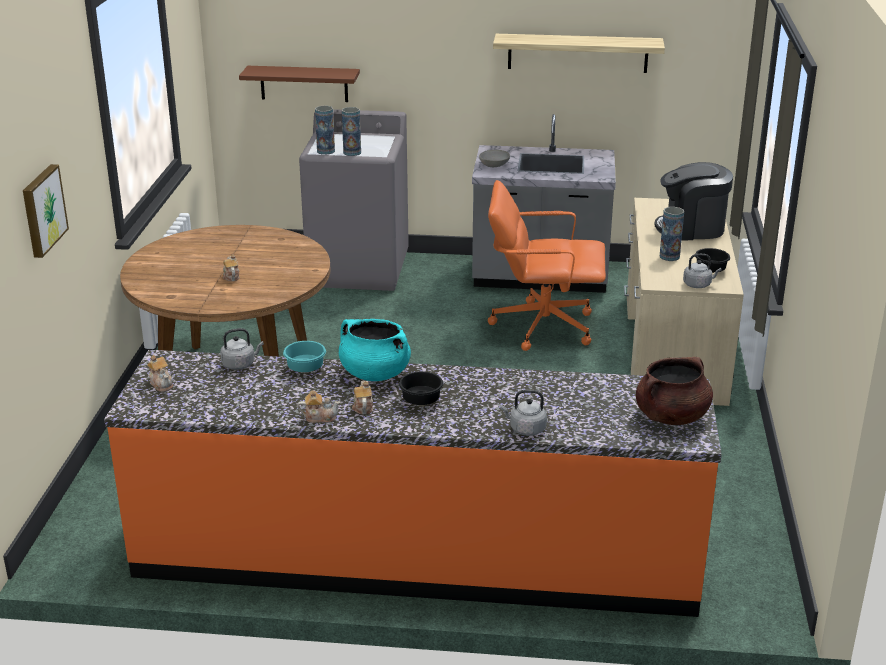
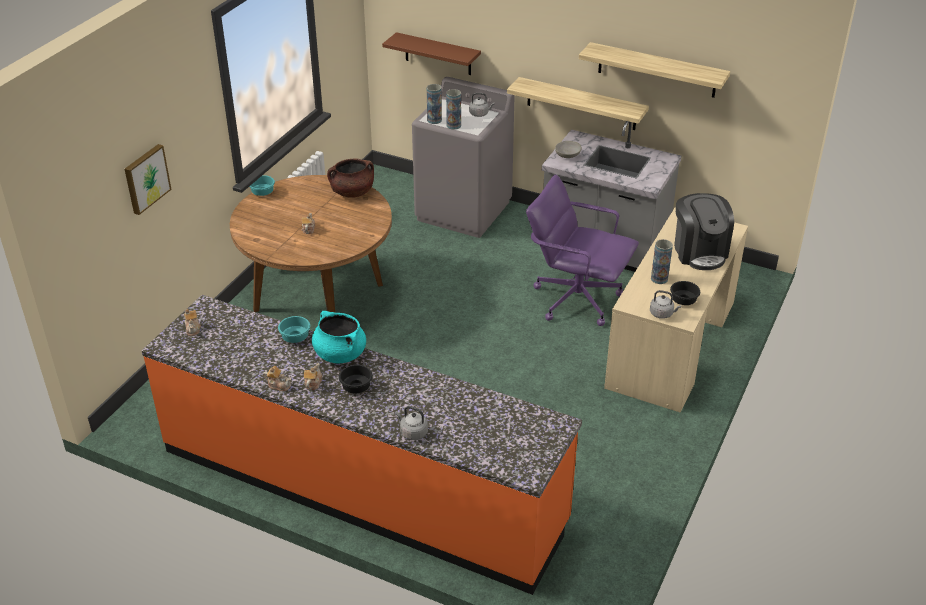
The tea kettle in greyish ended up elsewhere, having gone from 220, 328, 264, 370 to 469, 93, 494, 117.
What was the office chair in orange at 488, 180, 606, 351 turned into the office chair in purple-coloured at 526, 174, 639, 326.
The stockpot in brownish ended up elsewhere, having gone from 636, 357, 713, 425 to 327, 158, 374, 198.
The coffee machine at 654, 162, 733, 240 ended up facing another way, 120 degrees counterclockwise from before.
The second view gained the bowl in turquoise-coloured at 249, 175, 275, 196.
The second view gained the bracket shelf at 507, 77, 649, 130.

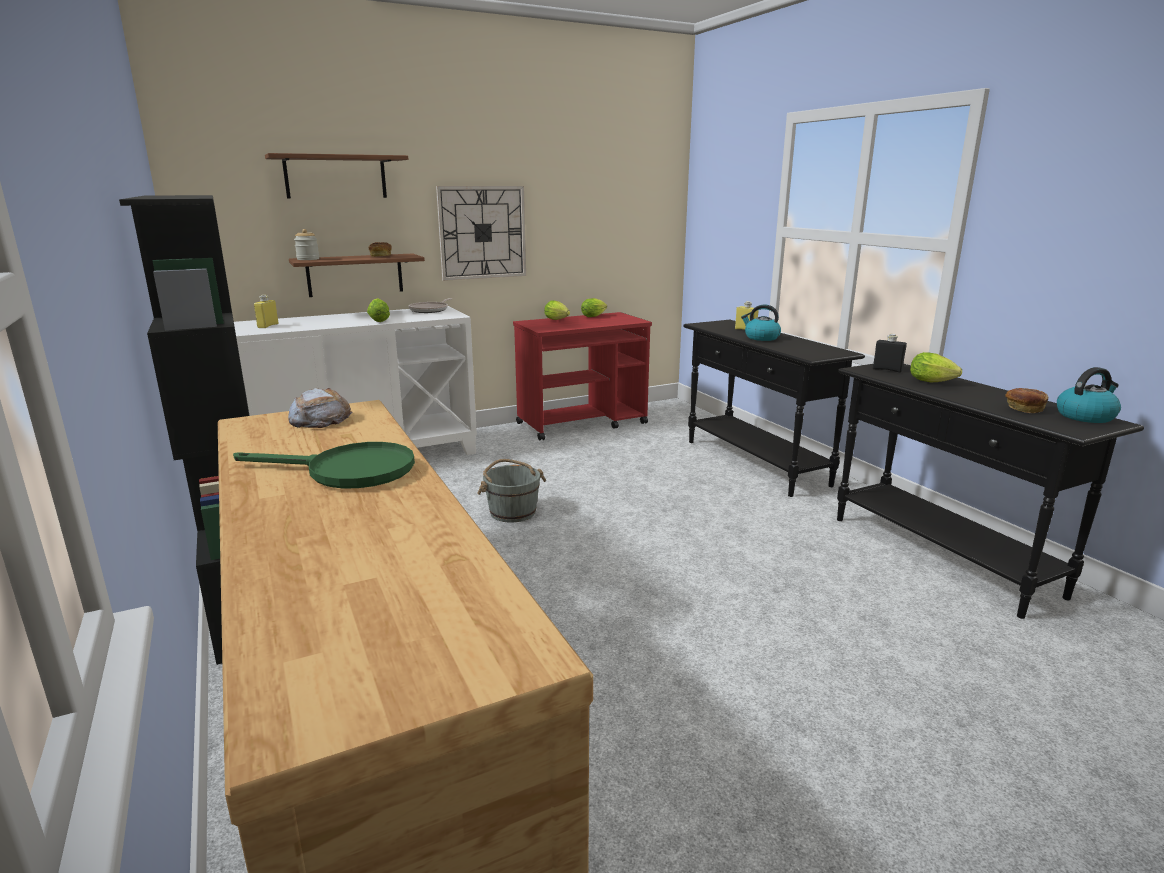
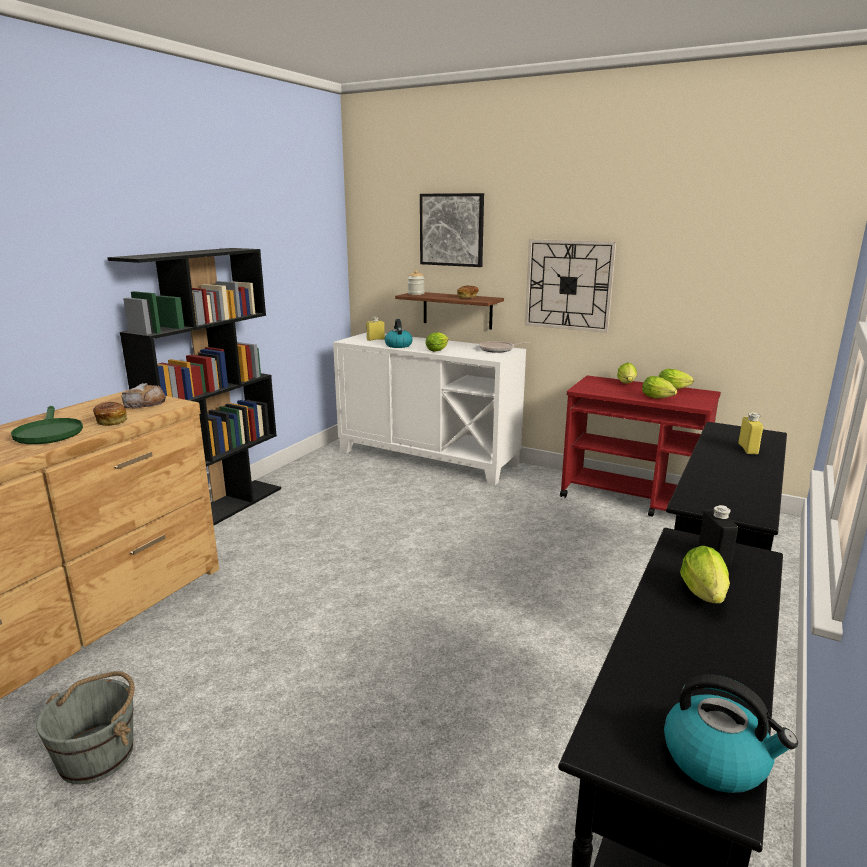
Where the bracket shelf hung at 265, 153, 408, 198, the picture came to hang at 420, 193, 484, 267.
The pail in greyish ended up elsewhere, having gone from 477, 459, 546, 523 to 36, 671, 135, 785.
The tea kettle ended up elsewhere, having gone from 741, 305, 781, 341 to 385, 319, 413, 348.
The bakery bread ended up elsewhere, having gone from 1005, 388, 1048, 413 to 93, 402, 128, 426.
The second view gained the lettuce at 642, 376, 677, 399.

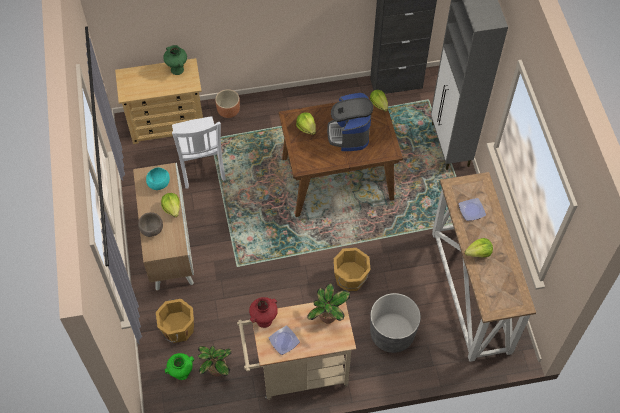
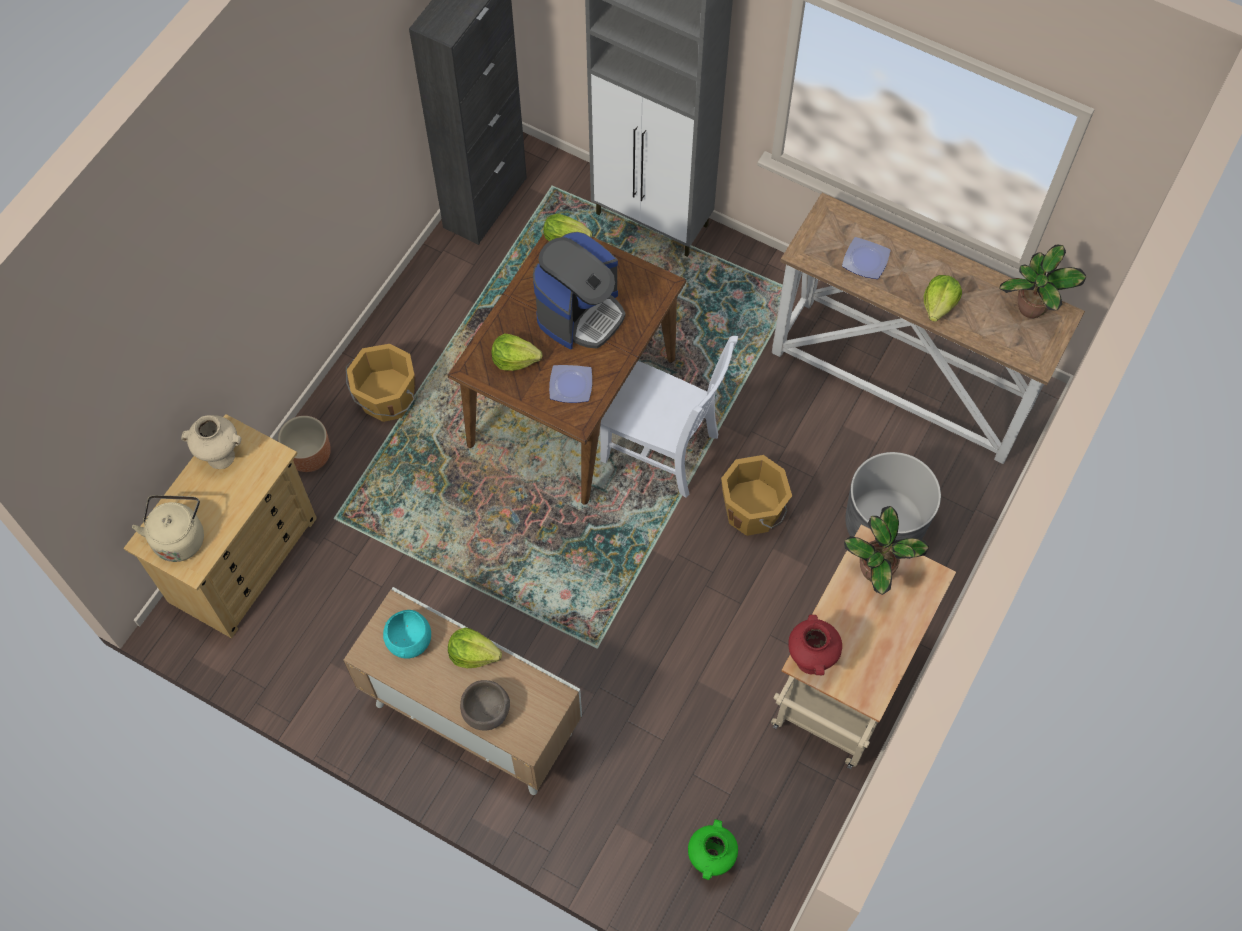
The pail in orange ended up elsewhere, having gone from 156, 299, 194, 343 to 346, 344, 415, 422.
What was the vase in greenish at 163, 45, 187, 75 turned into the vase in sand-coloured at 181, 415, 242, 469.
The chair in white-coloured ended up elsewhere, having gone from 172, 116, 226, 189 to 600, 336, 738, 498.
The potted plant ended up elsewhere, having gone from 198, 346, 232, 376 to 999, 245, 1087, 318.
The dinner plate ended up elsewhere, having gone from 269, 325, 300, 355 to 549, 365, 592, 403.
The coffee machine at 327, 93, 373, 151 ended up facing another way, 90 degrees counterclockwise from before.
The second view gained the tea kettle in sand-coloured at 132, 495, 204, 562.

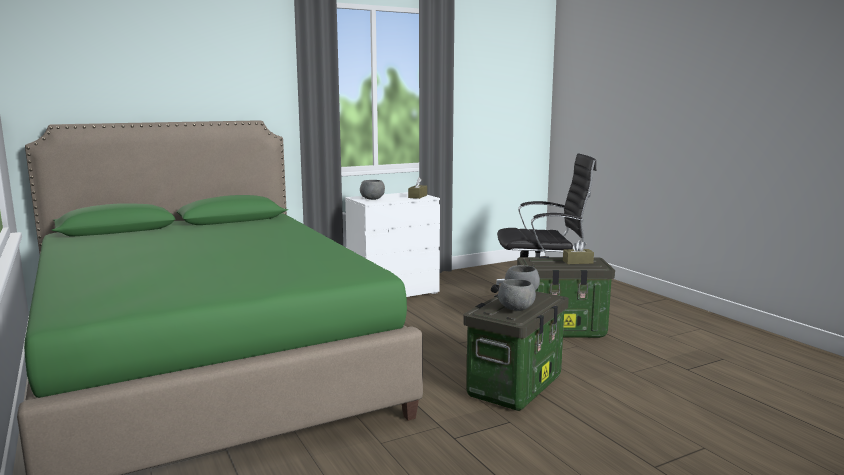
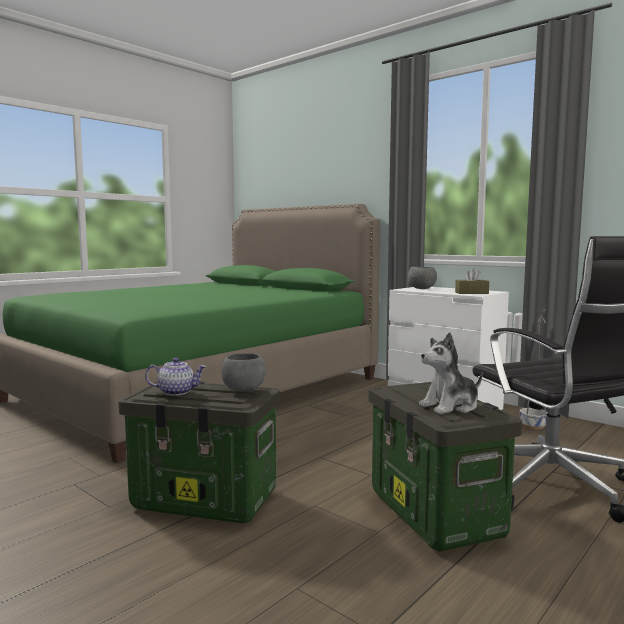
Where the bowl in greyish stood at 498, 279, 536, 311, the tea pot came to stand at 145, 358, 206, 396.
Where the tissue holder in brownish stood at 563, 240, 594, 264, the soft toy came to stand at 419, 332, 483, 414.
The second view gained the plant pot in greyish at 519, 307, 548, 429.

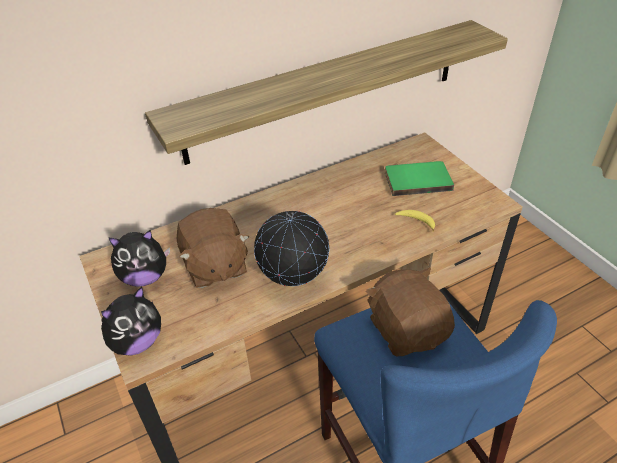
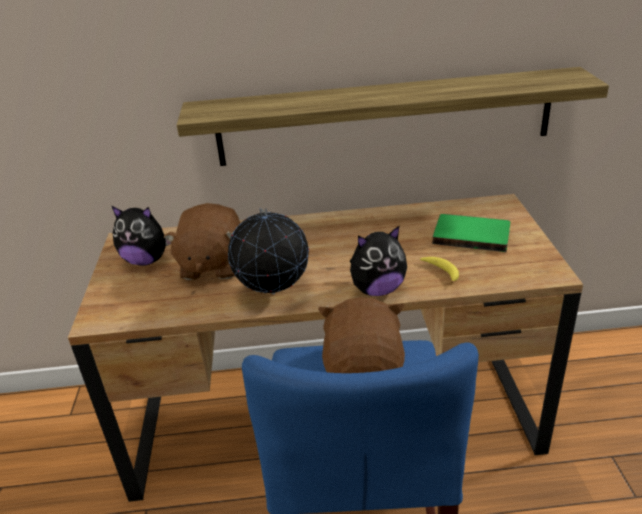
The soft toy ended up elsewhere, having gone from 101, 286, 161, 356 to 350, 226, 407, 296.

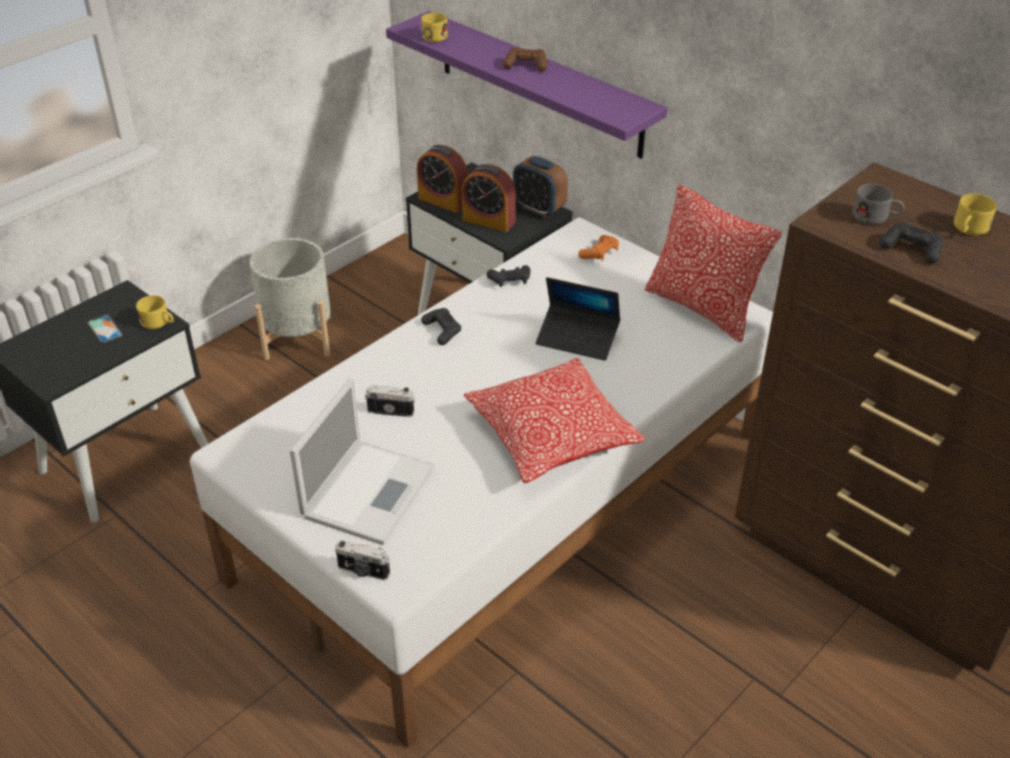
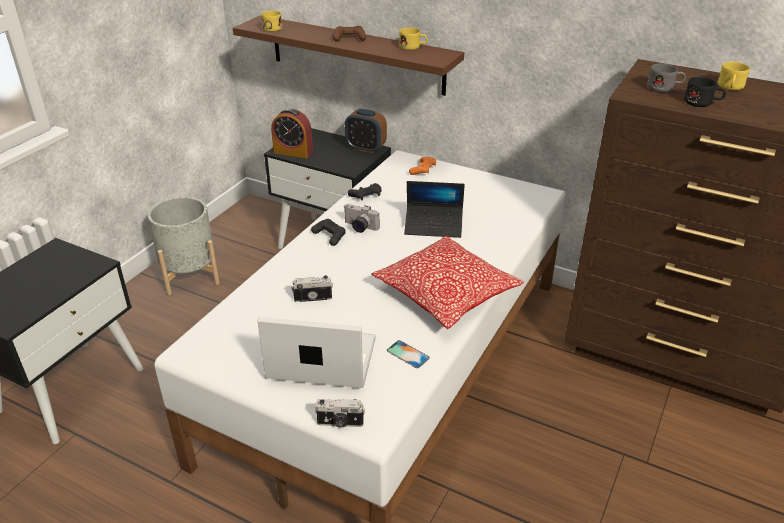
The handset ended up elsewhere, having gone from 88, 315, 122, 343 to 387, 340, 430, 368.
The tea mug in yellowish ended up elsewhere, having gone from 136, 295, 174, 329 to 399, 28, 428, 50.
The portable computer at 290, 378, 436, 545 ended up facing another way, 90 degrees counterclockwise from before.
What was the bracket shelf in purple-coloured at 386, 11, 667, 159 turned into the bracket shelf in brownish at 233, 16, 464, 96.
The second view lost the bedside clock at 462, 164, 516, 232.
The second view lost the throw pillow at 645, 184, 782, 343.
Where the game controller in black stood at 880, 222, 943, 264, the tea mug in black came to stand at 684, 77, 726, 107.
The second view gained the photo camera at 344, 204, 379, 233.

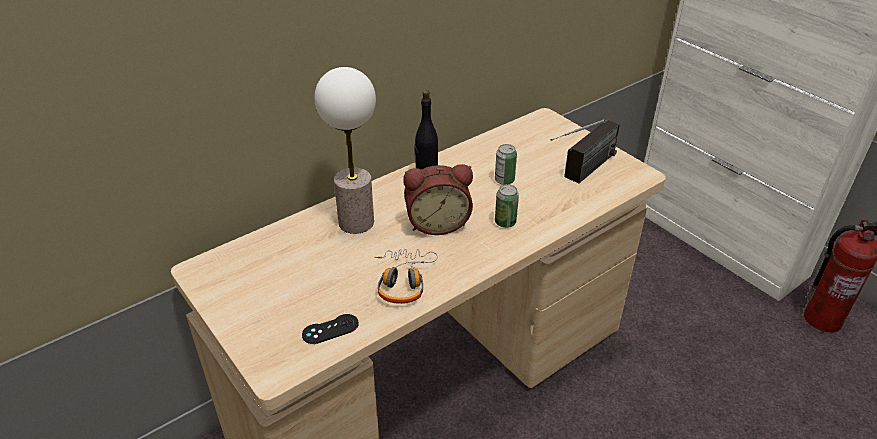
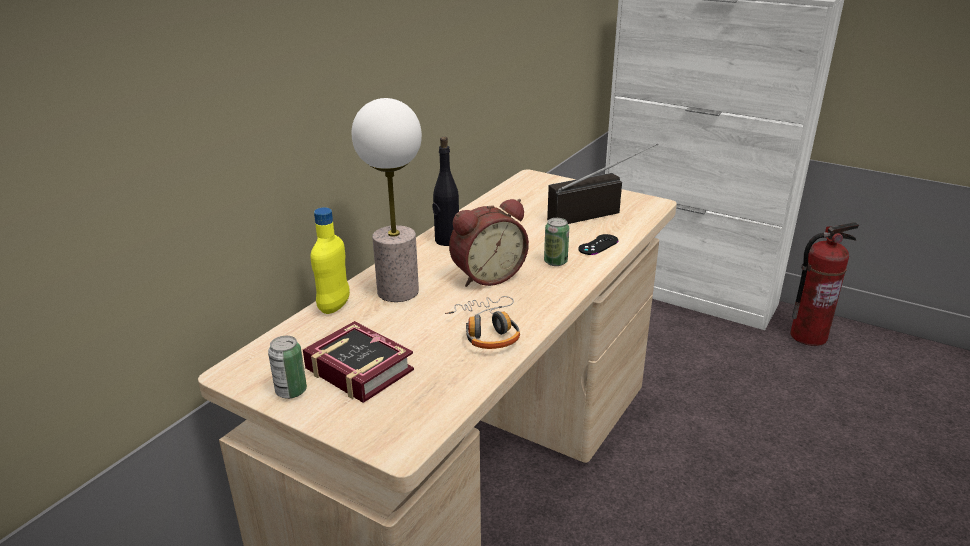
The game controller in black ended up elsewhere, having gone from 302, 314, 359, 344 to 578, 234, 619, 255.
The metal can ended up elsewhere, having gone from 495, 144, 517, 185 to 268, 336, 307, 399.
The radio at 551, 119, 620, 183 ended up facing another way, 135 degrees counterclockwise from before.
The second view gained the volume at 303, 321, 414, 403.
The second view gained the drink bottle in yellowish at 311, 207, 350, 314.

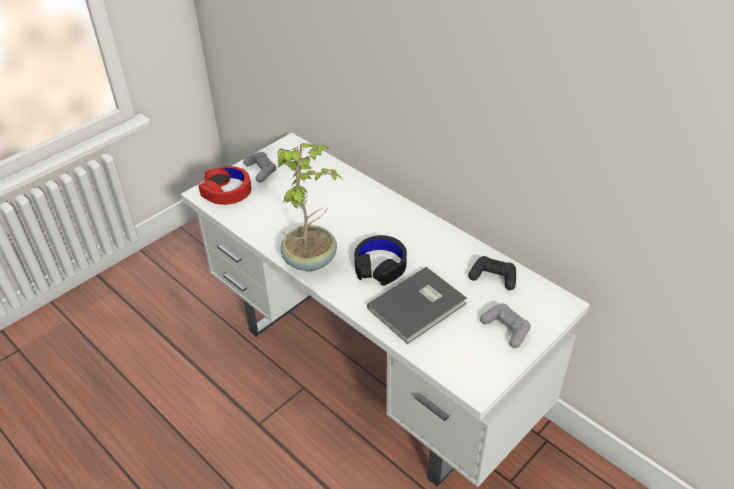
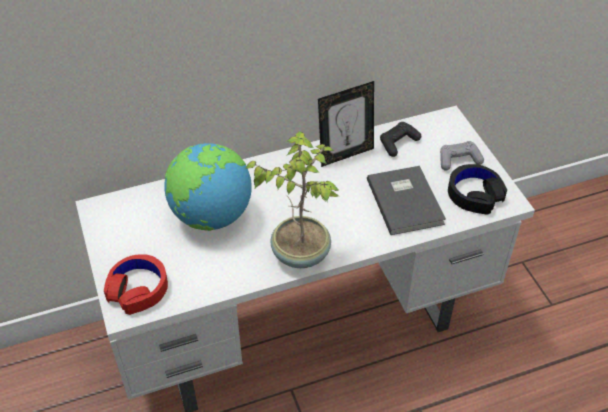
The second view lost the game controller in greyish at 243, 152, 276, 183.
The headphones in black ended up elsewhere, having gone from 354, 235, 407, 286 to 448, 164, 507, 215.
The second view gained the world globe at 164, 143, 252, 231.
The second view gained the standing frame at 318, 81, 374, 167.

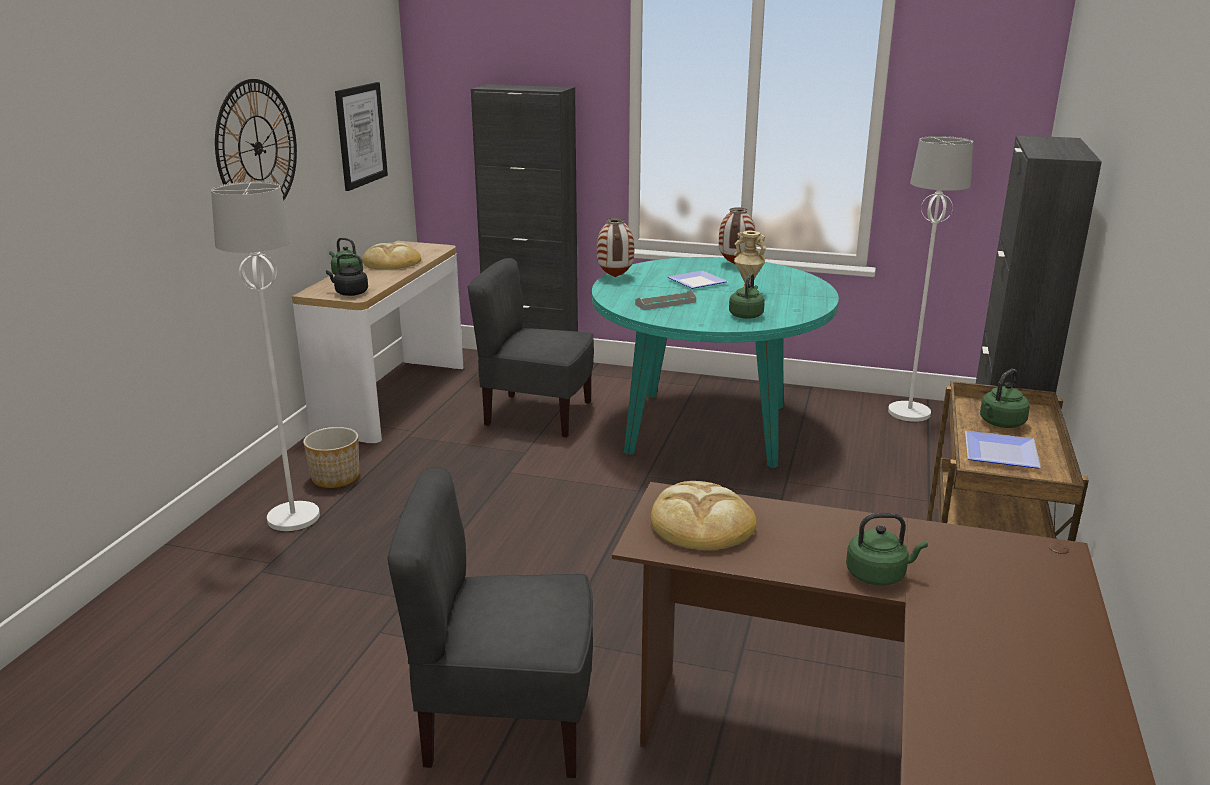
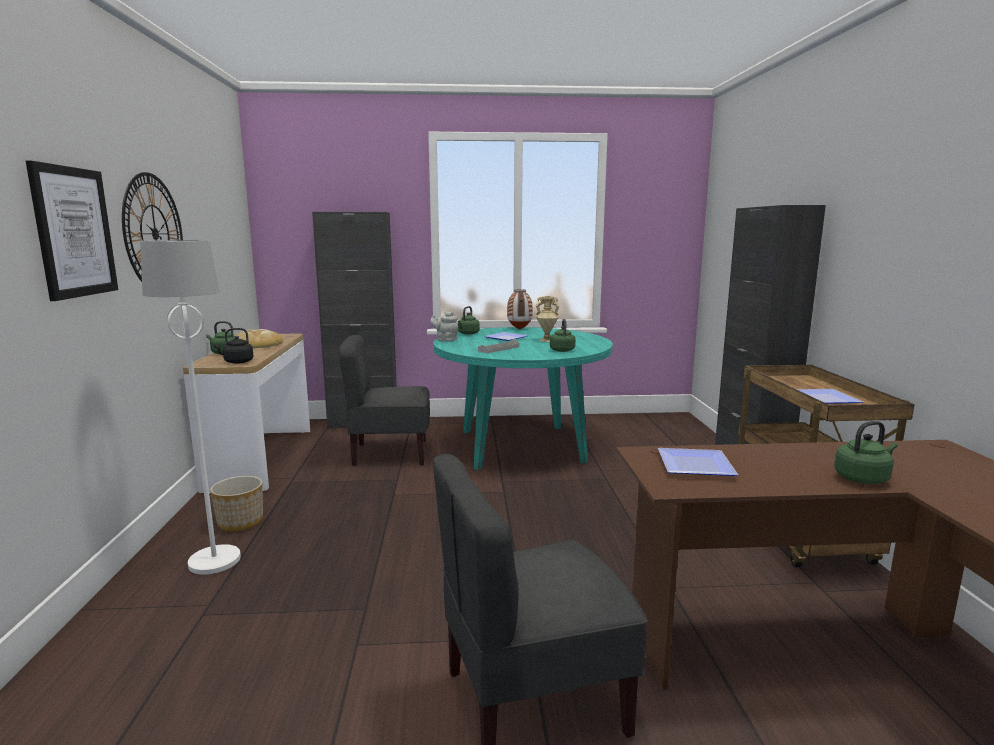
The picture ended up elsewhere, having gone from 335, 82, 388, 191 to 26, 160, 118, 301.
Where the vase stood at 597, 218, 634, 277, the tea pot in greyish came to stand at 430, 311, 458, 342.
Where the bakery bread stood at 651, 481, 757, 550, the dinner plate came to stand at 658, 448, 738, 476.
The second view lost the standard lamp in white-coloured at 888, 136, 973, 422.
The tea kettle in greenish ended up elsewhere, having gone from 980, 369, 1030, 428 to 458, 306, 480, 335.

